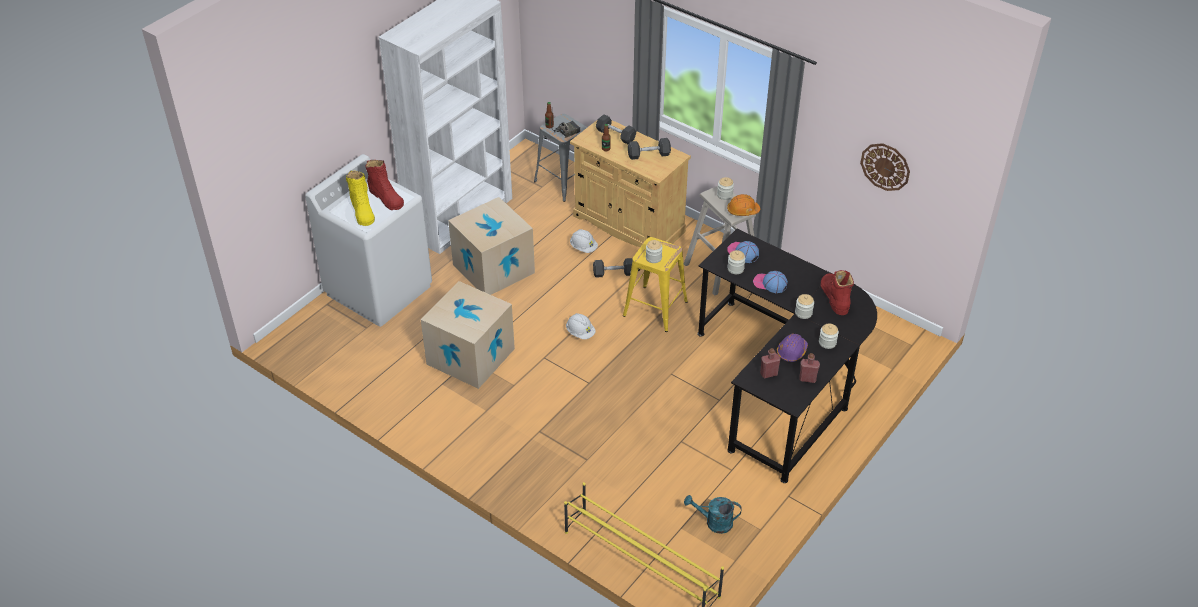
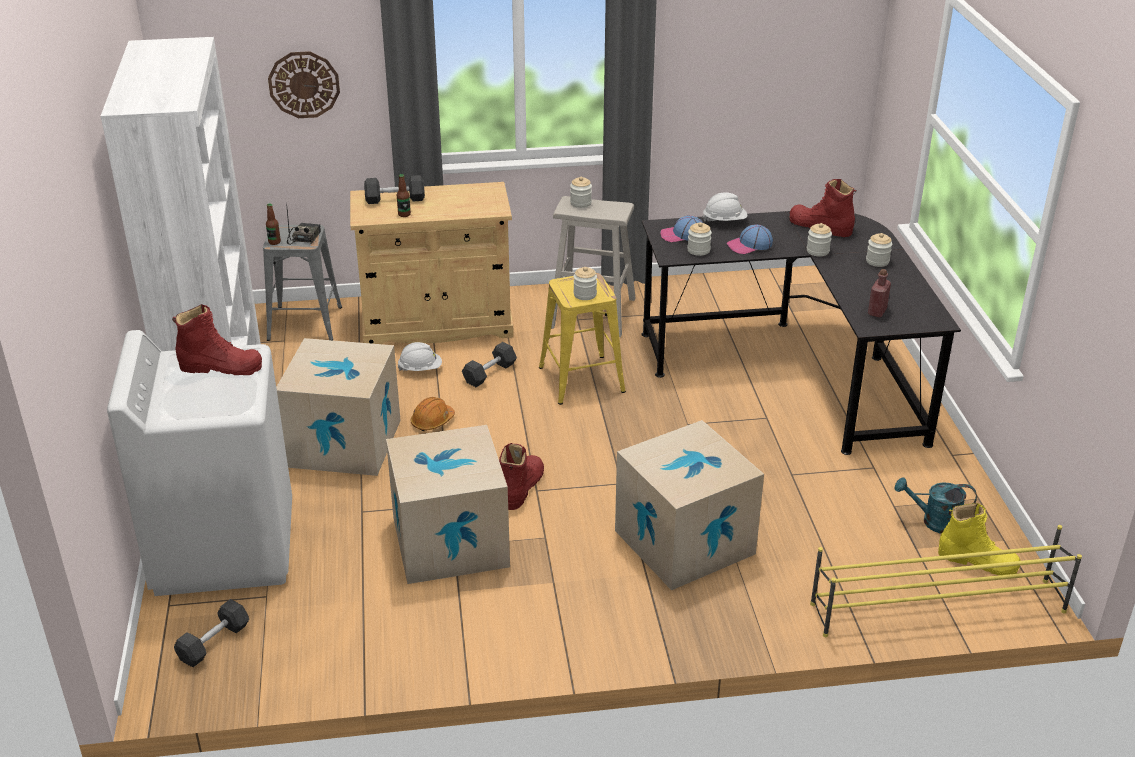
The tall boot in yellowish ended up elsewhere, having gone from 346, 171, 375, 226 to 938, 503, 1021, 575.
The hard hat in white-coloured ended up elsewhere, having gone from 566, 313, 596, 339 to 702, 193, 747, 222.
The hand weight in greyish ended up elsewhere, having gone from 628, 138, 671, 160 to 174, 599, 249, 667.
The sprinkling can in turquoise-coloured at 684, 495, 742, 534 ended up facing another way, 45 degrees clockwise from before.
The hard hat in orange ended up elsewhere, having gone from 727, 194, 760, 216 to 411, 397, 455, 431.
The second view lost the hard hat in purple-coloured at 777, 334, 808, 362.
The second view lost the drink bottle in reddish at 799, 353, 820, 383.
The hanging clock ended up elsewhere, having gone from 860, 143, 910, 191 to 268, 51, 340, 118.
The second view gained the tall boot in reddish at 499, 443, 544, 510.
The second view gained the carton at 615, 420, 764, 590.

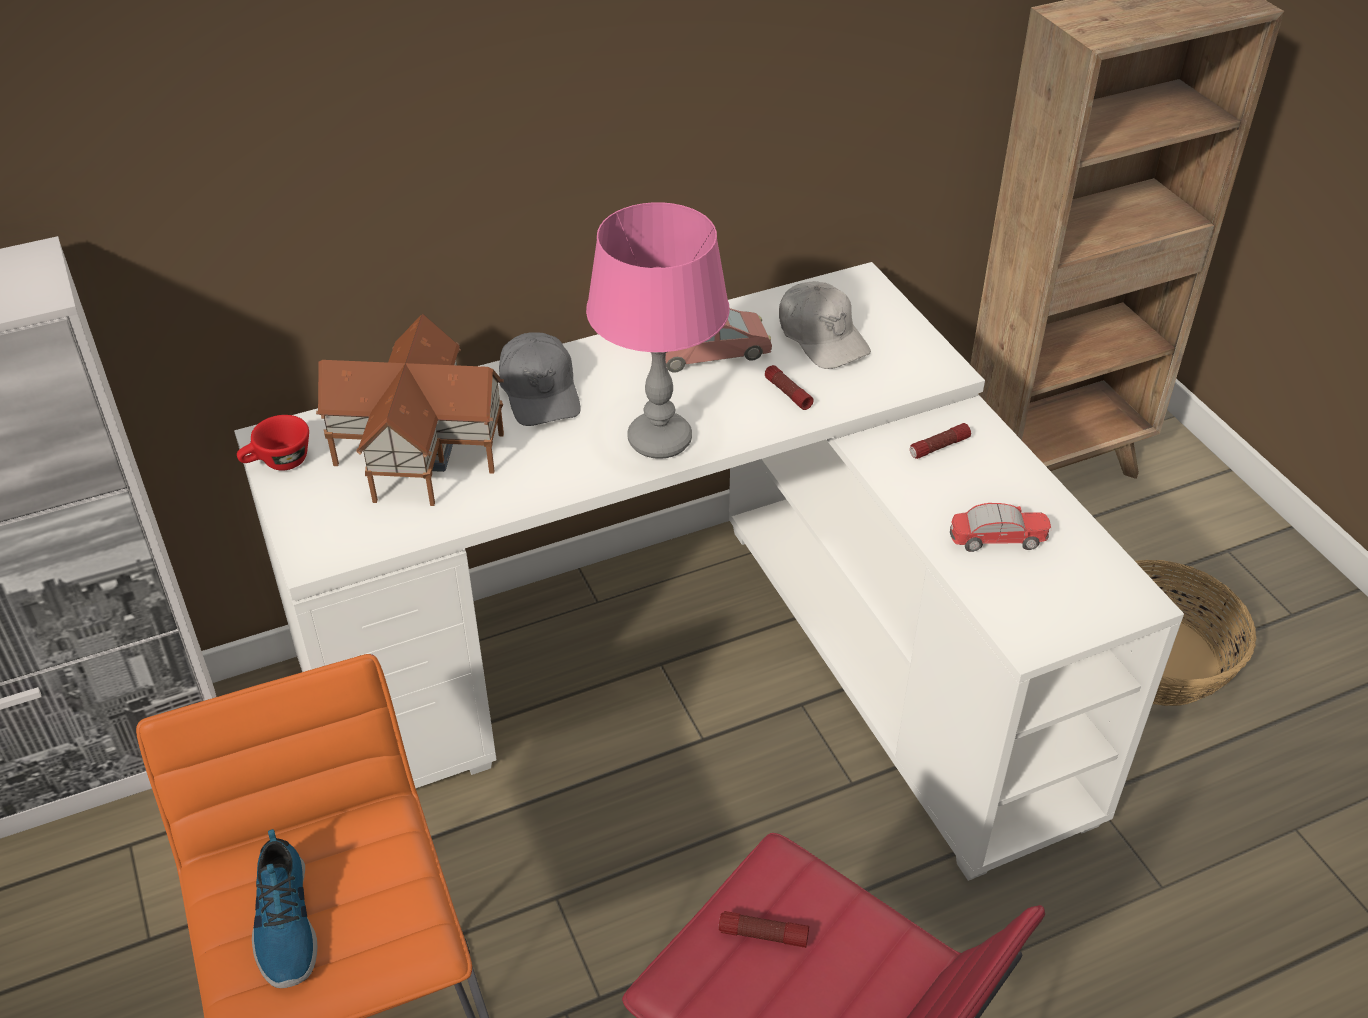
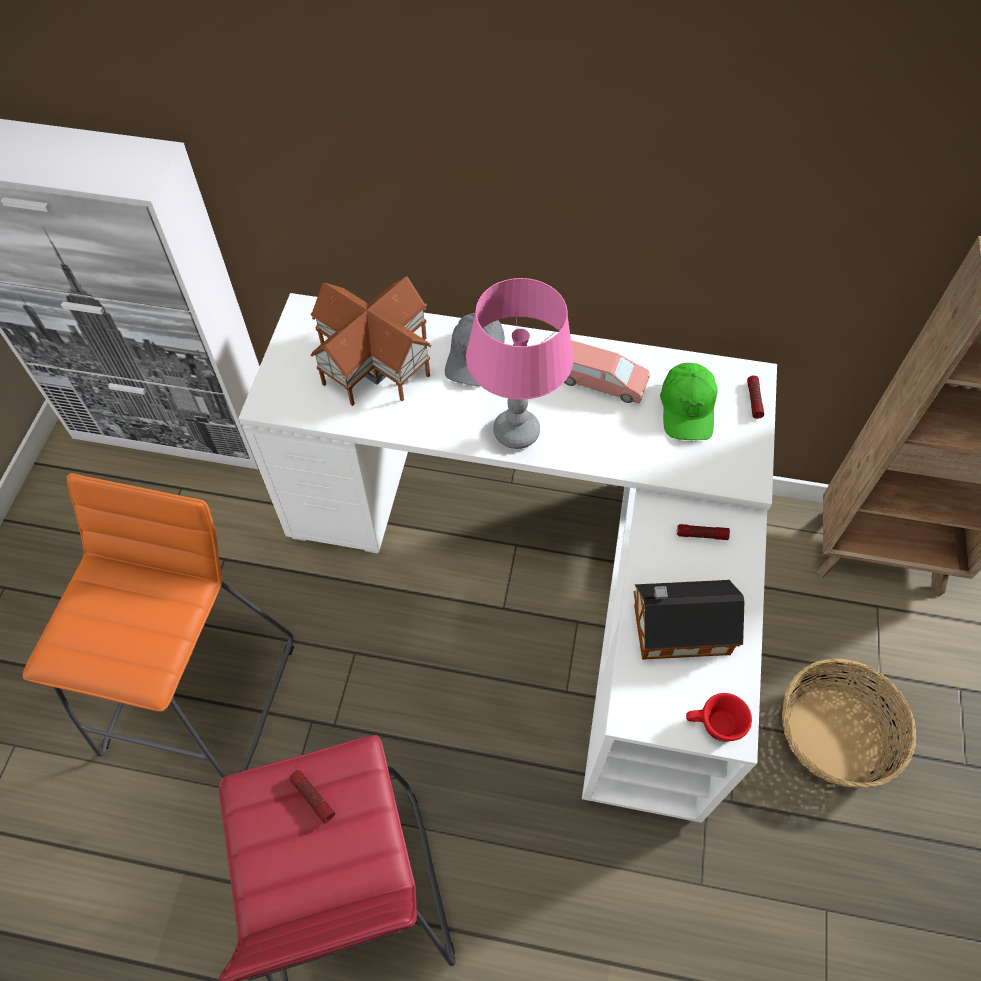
The small cup in reddish ended up elsewhere, having gone from 237, 415, 309, 471 to 686, 693, 752, 742.
The second view lost the shoe at 252, 829, 317, 988.
The torch ended up elsewhere, having gone from 765, 365, 814, 410 to 747, 375, 764, 419.
What was the peaked cap in white-coloured at 779, 281, 871, 369 turned into the peaked cap in greenish at 660, 363, 718, 440.
Where the model car stood at 950, 503, 1051, 552, the model house came to stand at 634, 580, 745, 660.

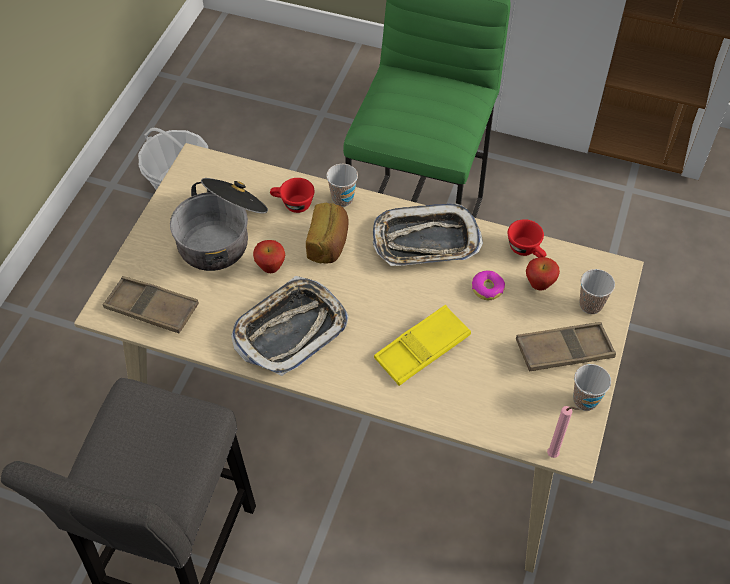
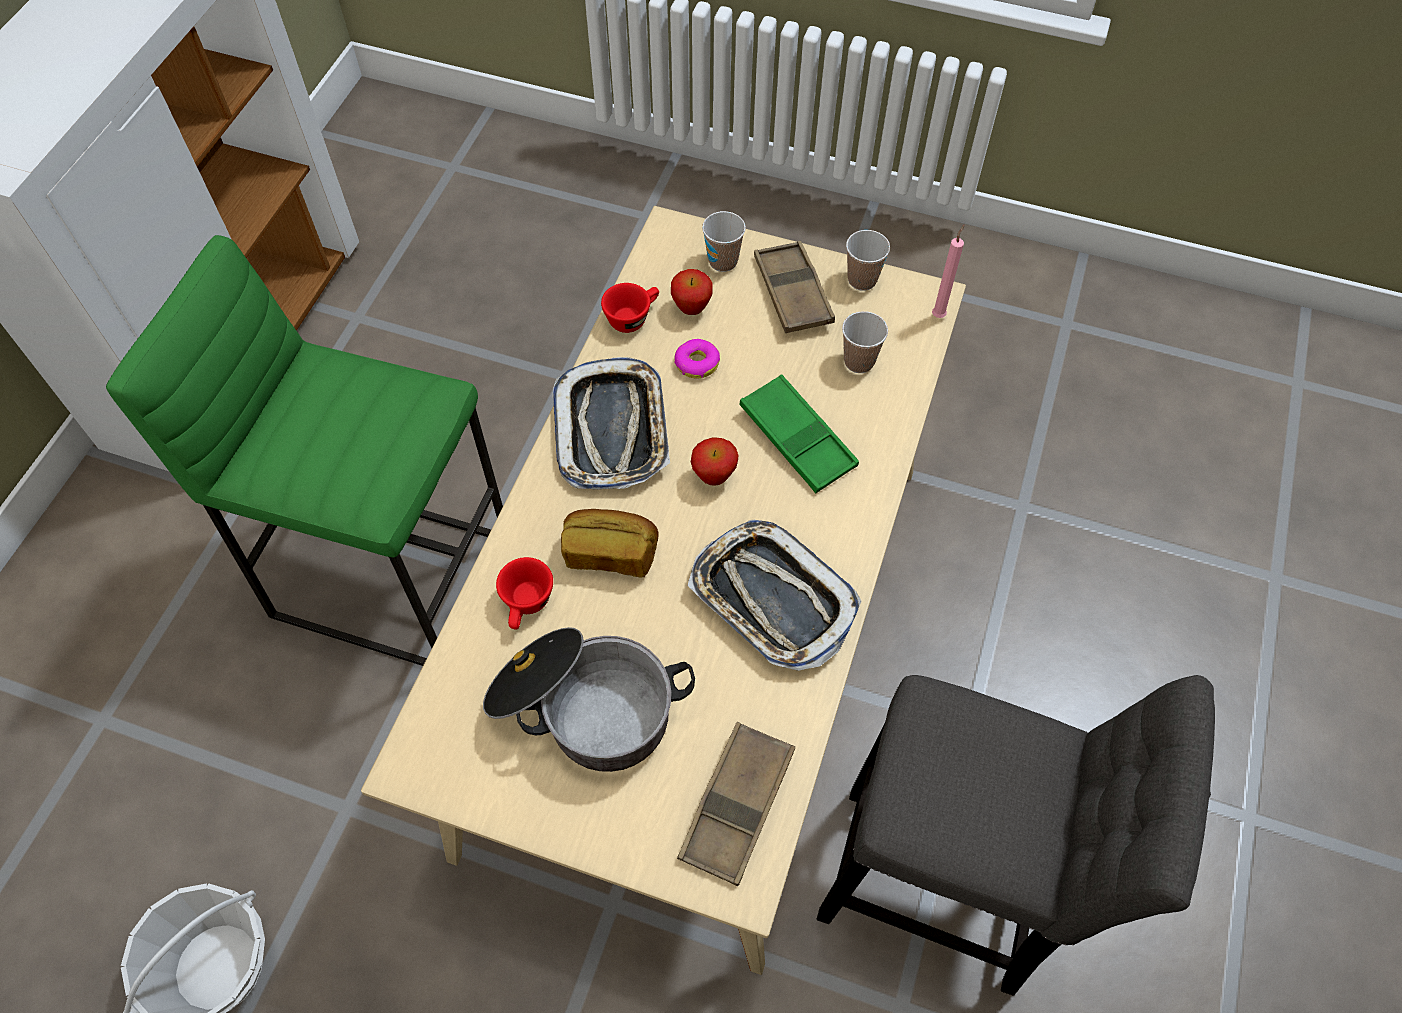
The apple fruit ended up elsewhere, having gone from 253, 240, 285, 273 to 691, 437, 738, 486.
The small cup ended up elsewhere, having gone from 326, 164, 358, 207 to 842, 311, 888, 373.
What was the serving tray in yellowish at 374, 305, 471, 386 turned into the serving tray in greenish at 739, 374, 859, 493.

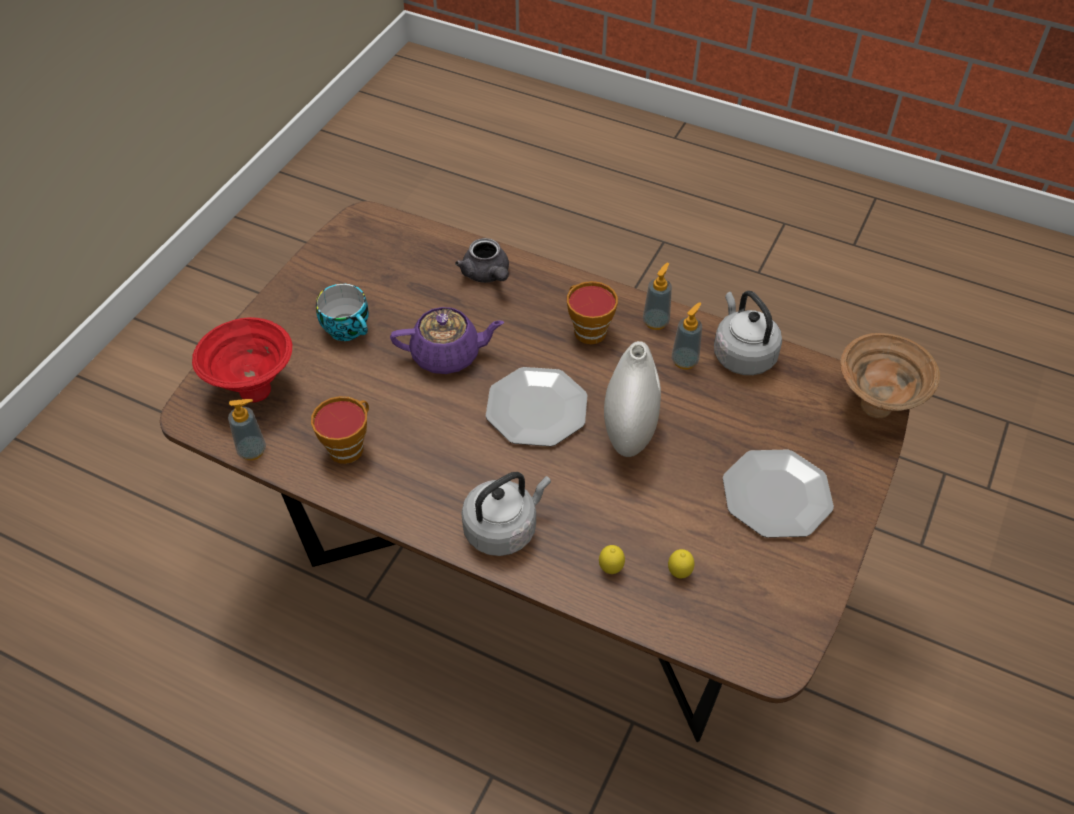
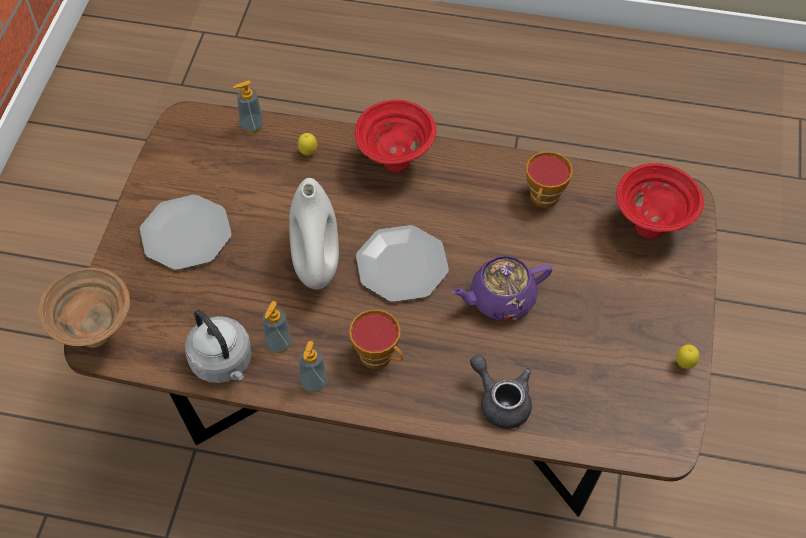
The liquid soap bottle ended up elsewhere, having gone from 228, 399, 266, 460 to 233, 80, 264, 133.
The second view lost the small cup at 316, 284, 369, 341.
Where the tea kettle in greyish stood at 461, 472, 551, 556, the bowl in reddish came to stand at 355, 100, 436, 172.
The whole lemon ended up elsewhere, having gone from 668, 549, 695, 579 to 676, 344, 699, 369.

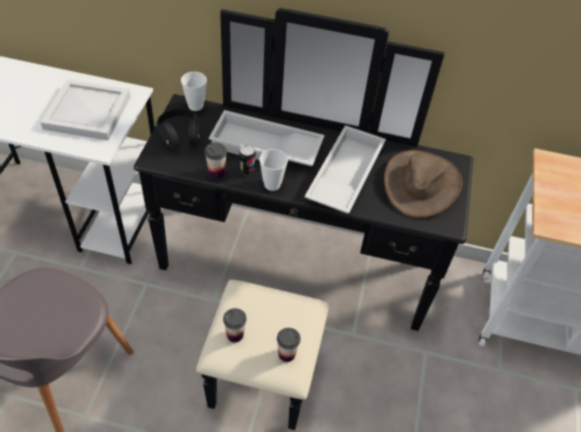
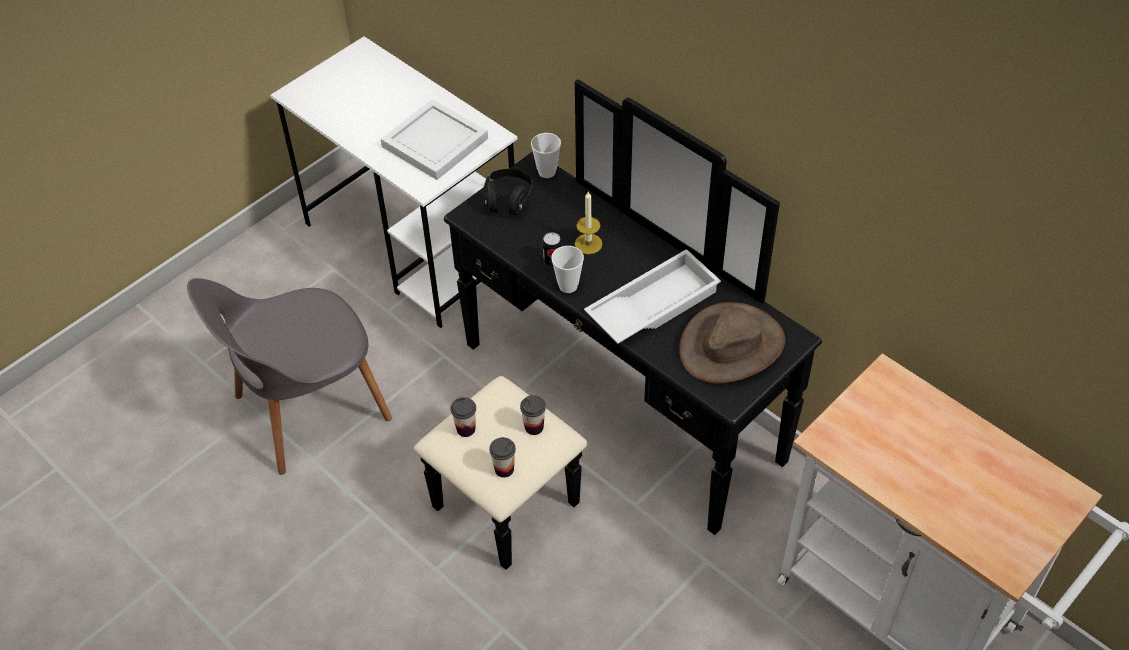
The small cup ended up elsewhere, having gone from 205, 142, 227, 179 to 520, 395, 546, 435.
Where the serving tray in white-coloured stood at 208, 110, 325, 166, the wax light came to stand at 575, 192, 602, 254.

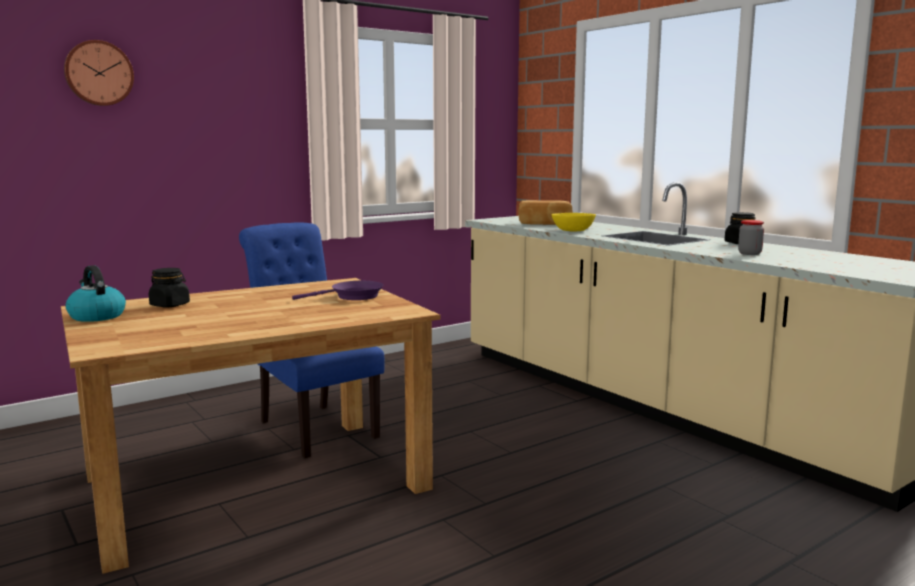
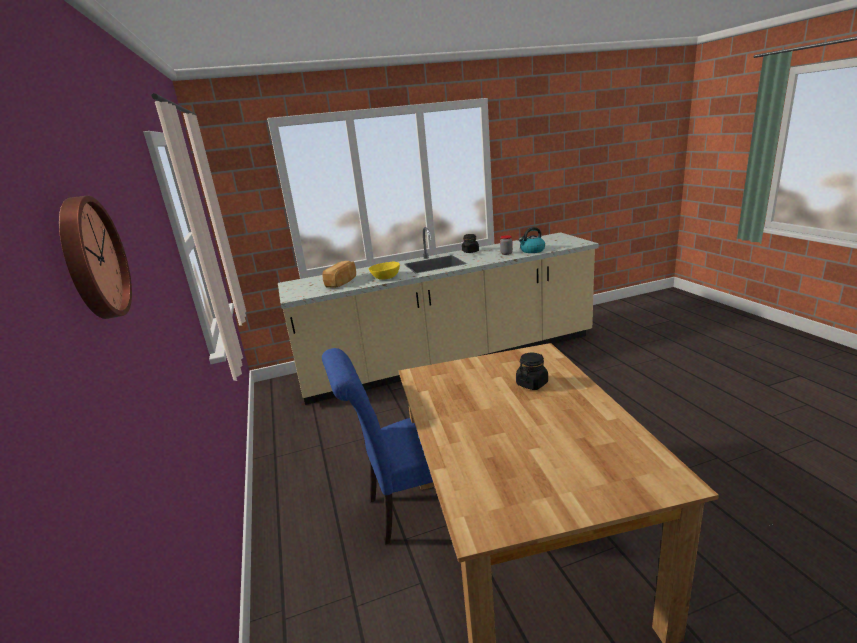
The tea kettle ended up elsewhere, having gone from 66, 265, 126, 322 to 519, 227, 545, 253.
The storage jar in black ended up elsewhere, having gone from 149, 268, 190, 307 to 516, 353, 548, 390.
The second view lost the skillet in purple-coloured at 292, 281, 384, 300.

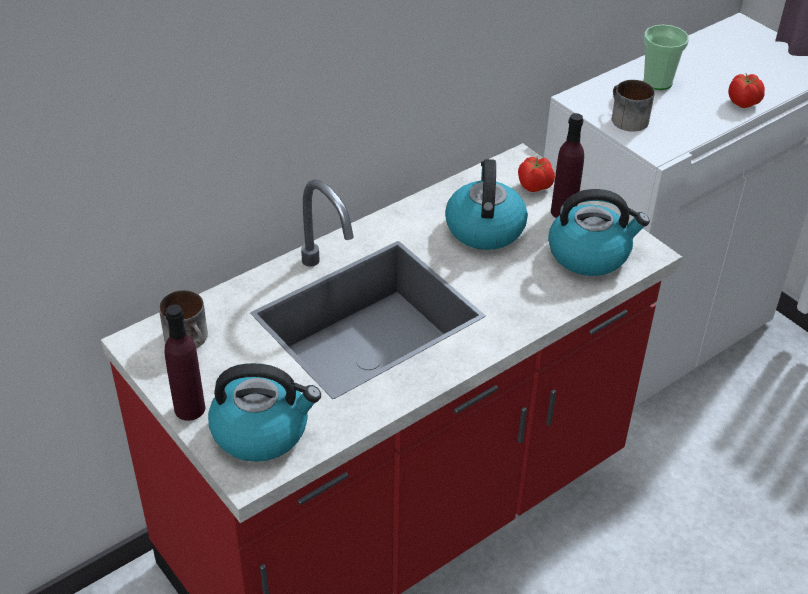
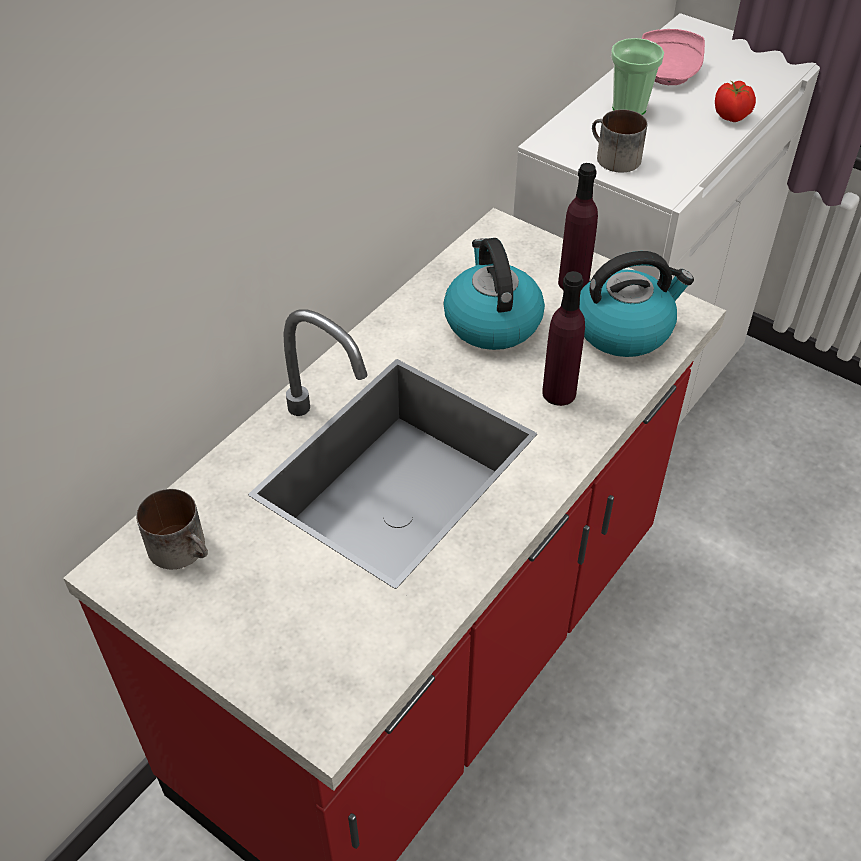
The drink bottle in purple-coloured ended up elsewhere, having gone from 164, 304, 205, 421 to 542, 271, 585, 406.
The second view lost the tea kettle at 208, 363, 321, 462.
The second view lost the fresh tomato at 518, 156, 555, 192.
The second view gained the dinner plate in pink at 642, 29, 705, 85.

